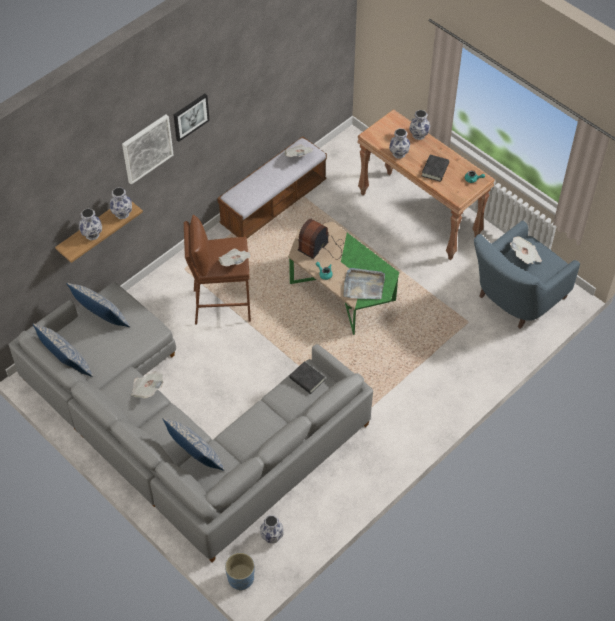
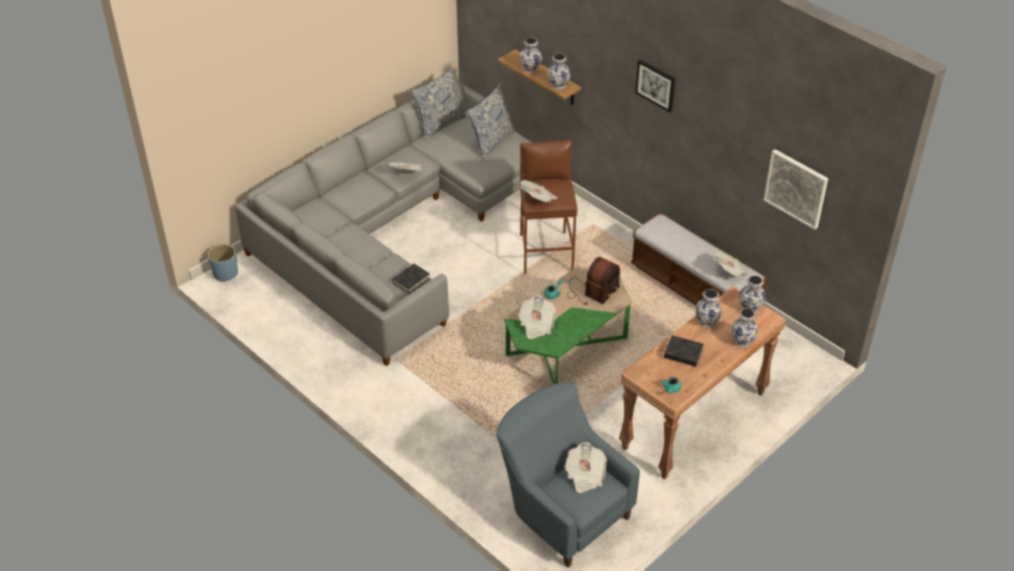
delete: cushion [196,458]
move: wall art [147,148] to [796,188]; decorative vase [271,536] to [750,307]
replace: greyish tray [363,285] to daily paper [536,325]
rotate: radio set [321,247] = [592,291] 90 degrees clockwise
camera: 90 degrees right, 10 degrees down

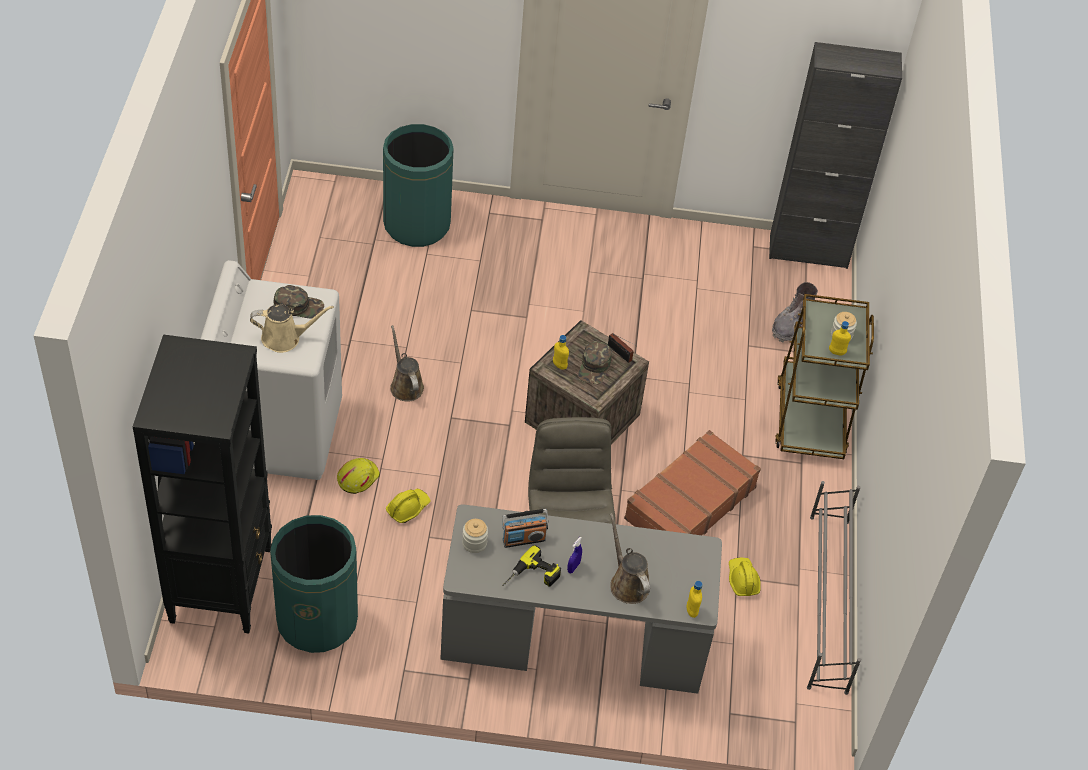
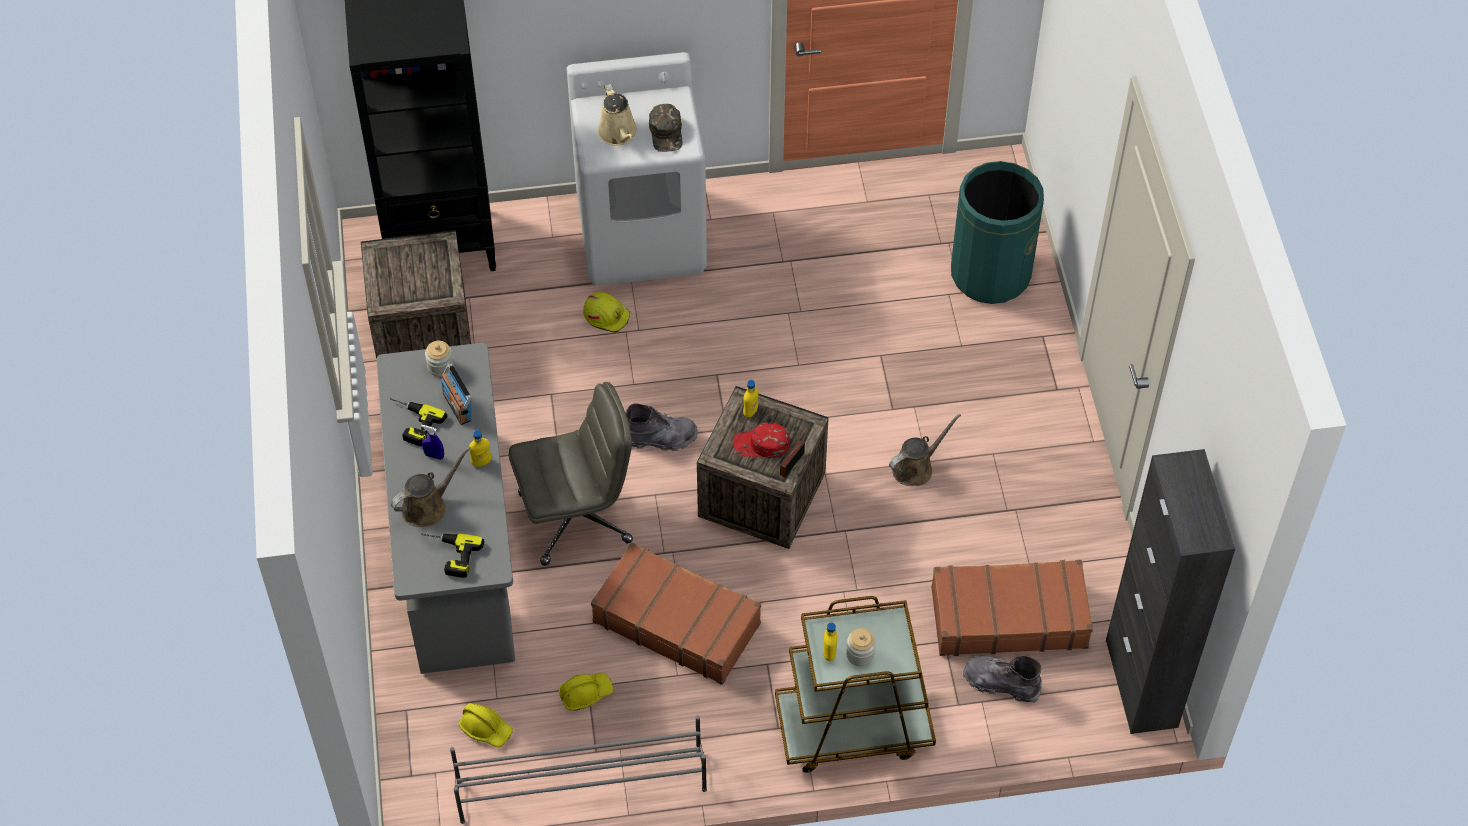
insert: drill [448,555]; greyish high-top boot [660,438]; brown-coloured piece of luggage [1008,616]
move: yellow work helmet [408,508] to [486,728]; brown-coloured sprinkling can [405,385] to [916,468]; yellow bottle [692,611] to [481,462]
replace: green trash can [317,620] to shipping crate [422,330]
recolor: green baseball cap [594,367] to red baseball cap [761,444]
camera: 80 degrees right, 5 degrees up

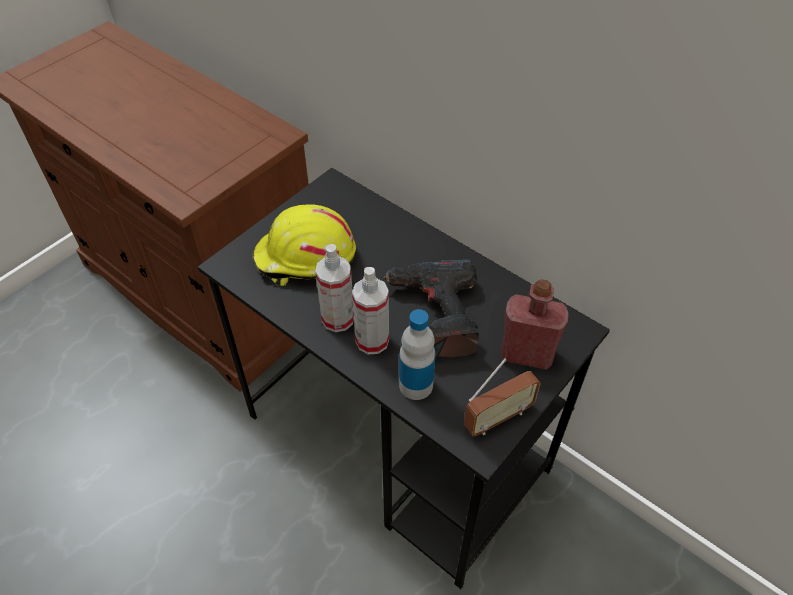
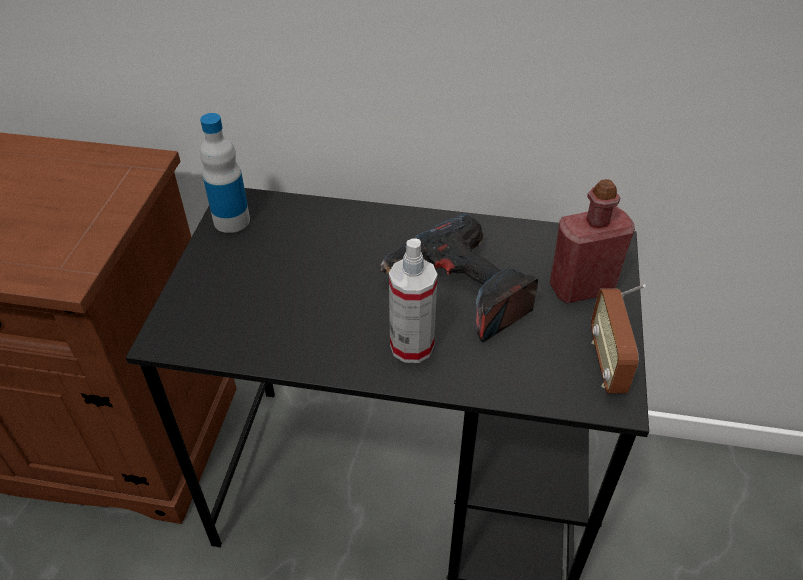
delete: yellow work helmet [305,258]; spray bottle [338,319]
move: bottle [416,385] to [231,220]
rotate: radio set [498,418] = [607,363] 150 degrees clockwise
camera: 30 degrees left, 5 degrees down

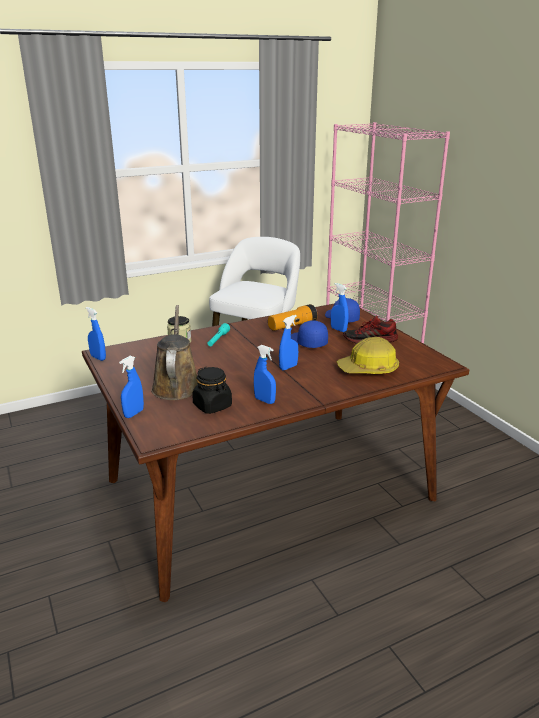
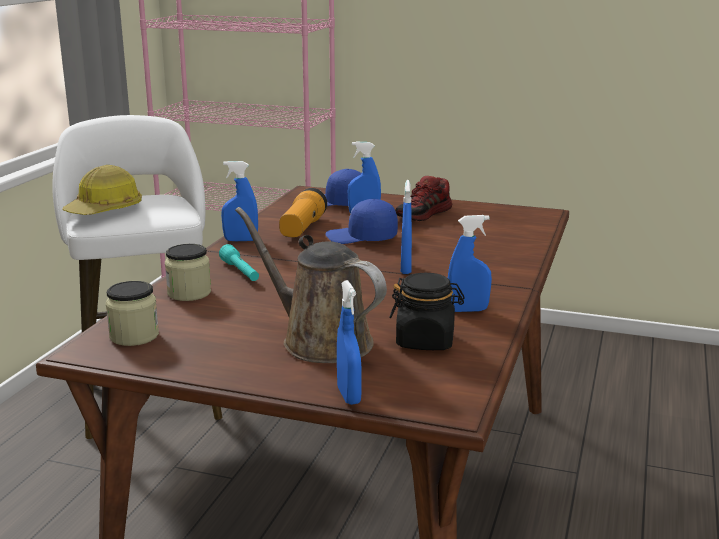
insert: preserve jar [134,336]
move: blue spray bottle [98,358] to [240,240]; work helmet [368,369] to [105,210]
camera: 45 degrees left, 5 degrees down

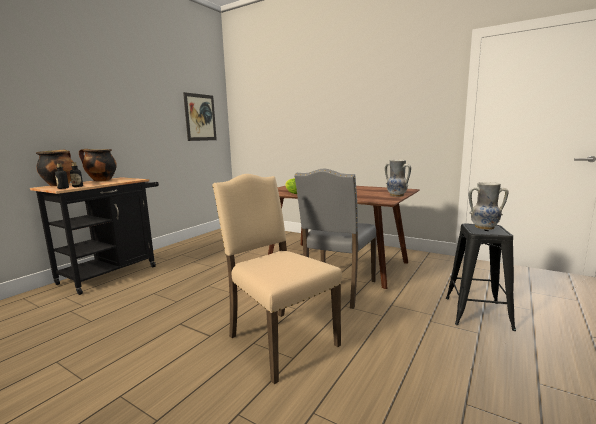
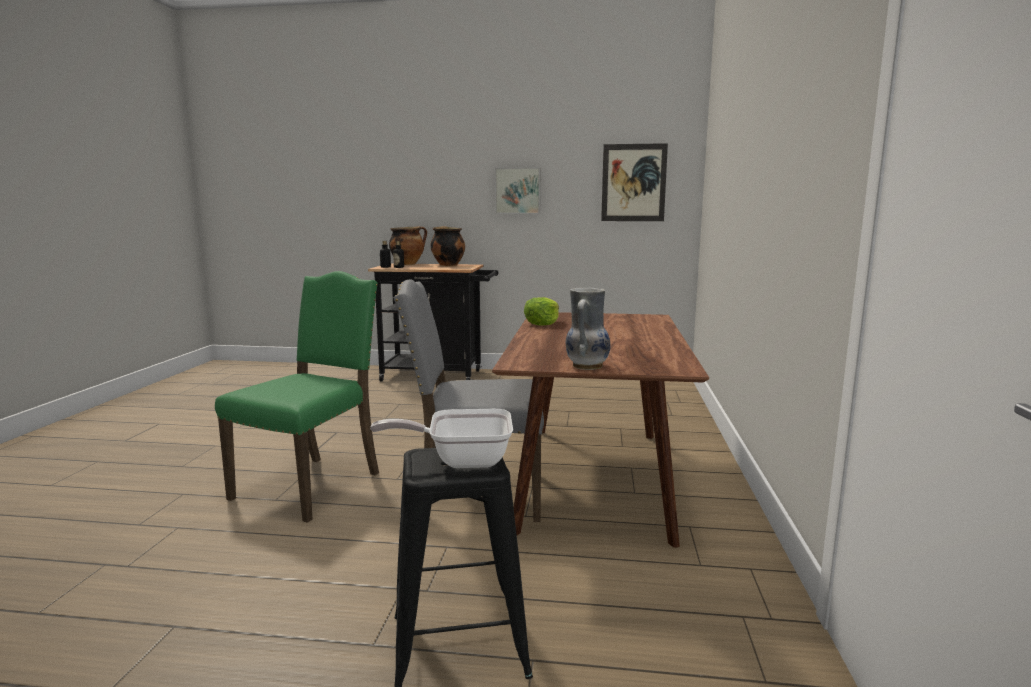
insert: wall art [518,191]
replace: decorative vase [484,228] to skillet [461,460]
recolor: beige chair [279,340] to green chair [312,485]
camera: 65 degrees right, 0 degrees up

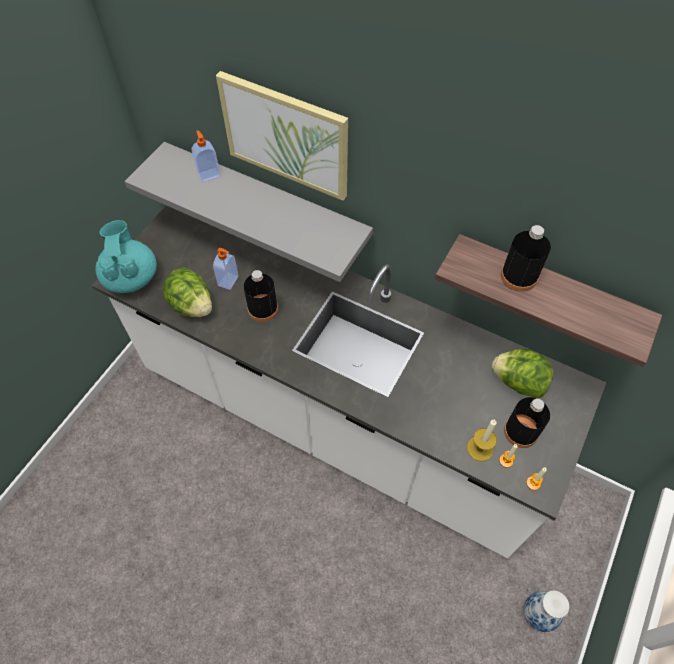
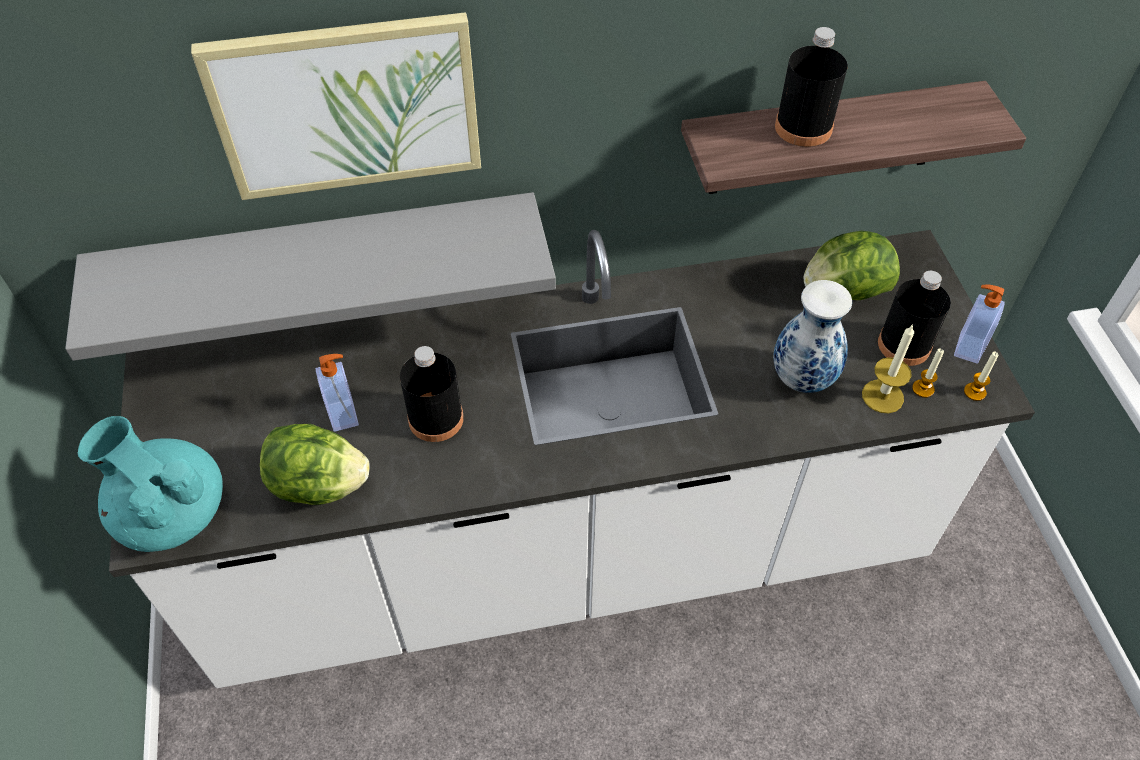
move: liquid soap bottle [208,174] to [967,347]; decorative vase [537,614] to [802,378]
camera: 40 degrees left, 5 degrees down

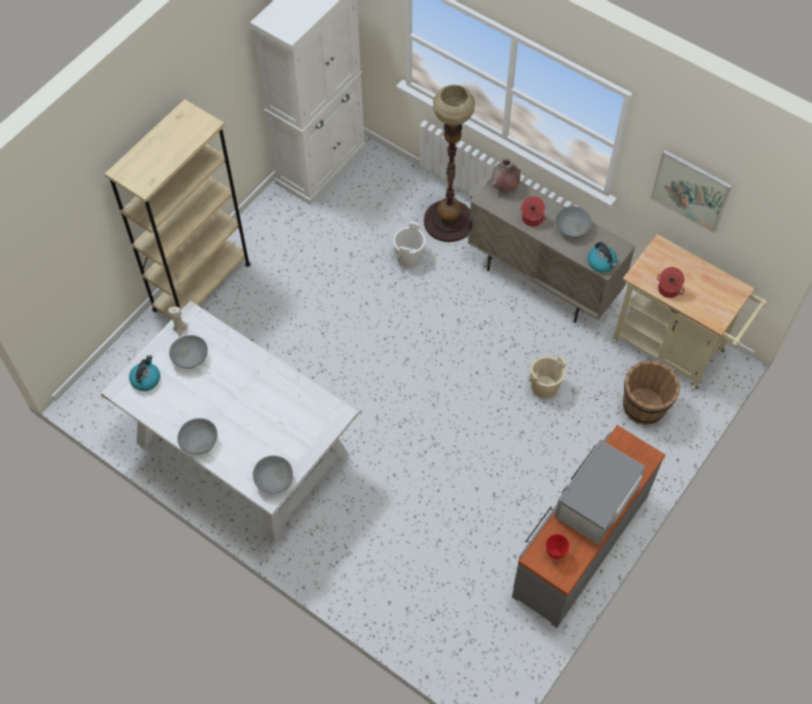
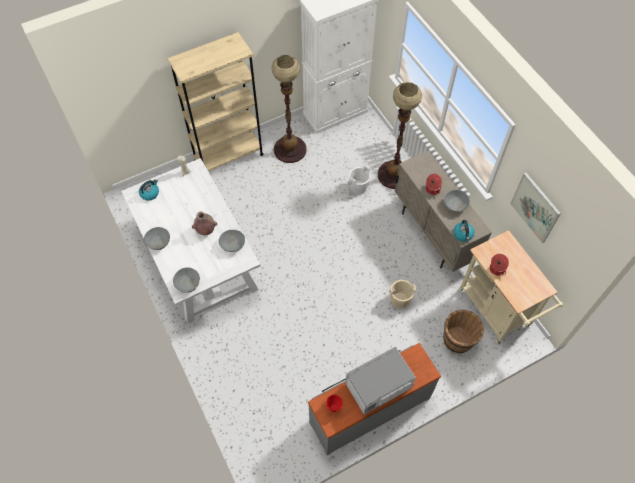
insert: standing lamp [290,149]
move: greyish serving bowl [190,358] to [232,245]; brown-coloured decorative vase [504,187] to [205,230]
camera: 25 degrees right, 0 degrees up

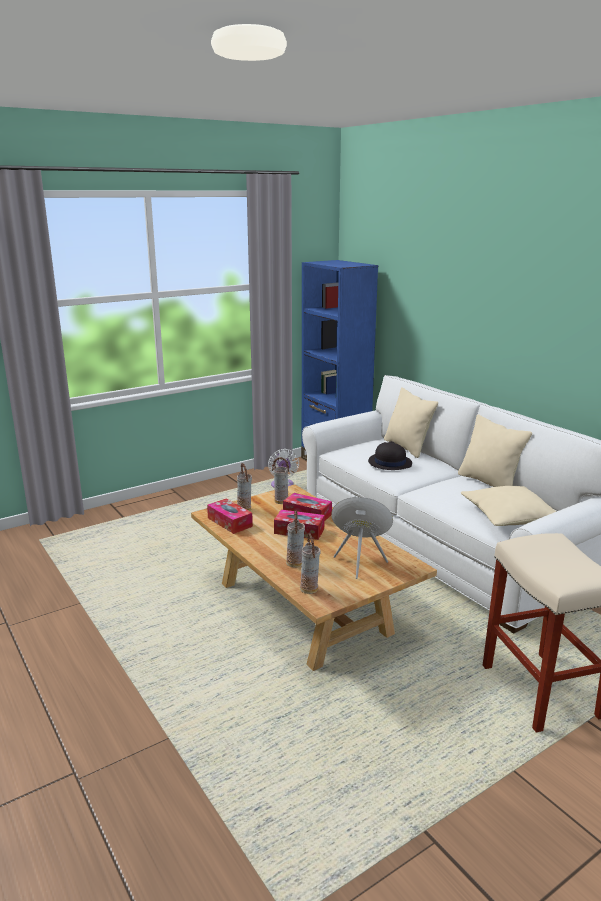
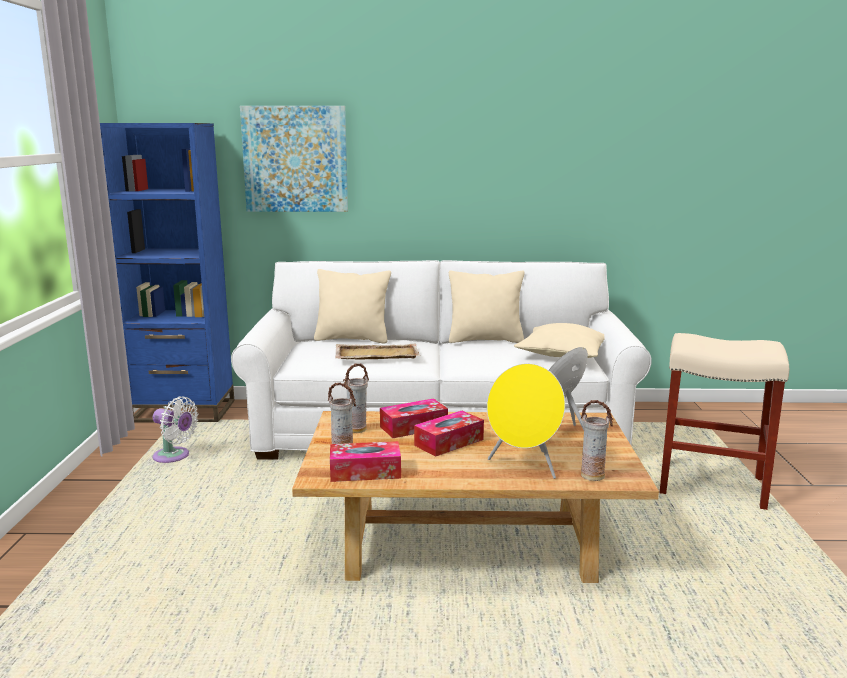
insert: wall art [295,159]
replace: decorative vase [295,563] to yellow speaker [524,466]; blackish wearable hat [389,463] to beige tray [376,354]
camera: 55 degrees left, 5 degrees down

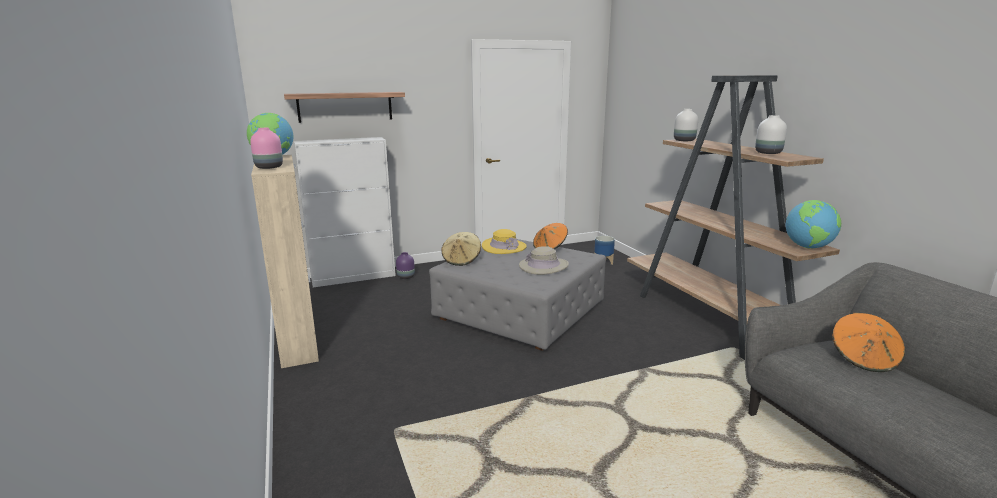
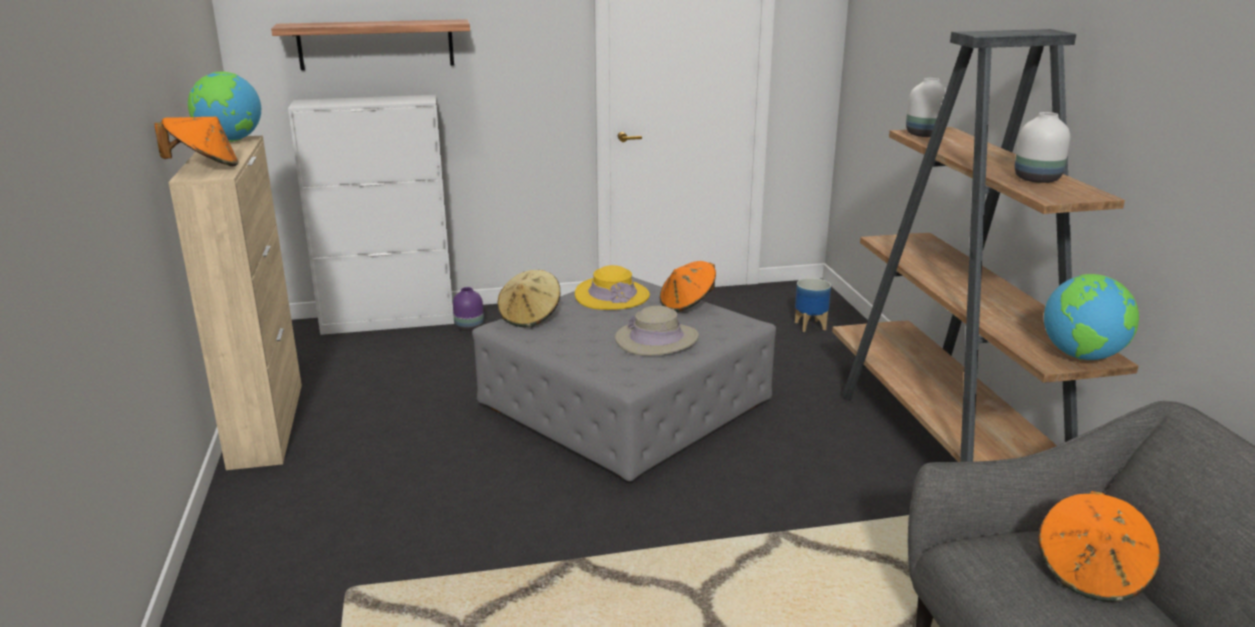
replace: pinkish decorative vase [268,167] to orangey wearable hat [204,167]
camera: 10 degrees right, 5 degrees up

